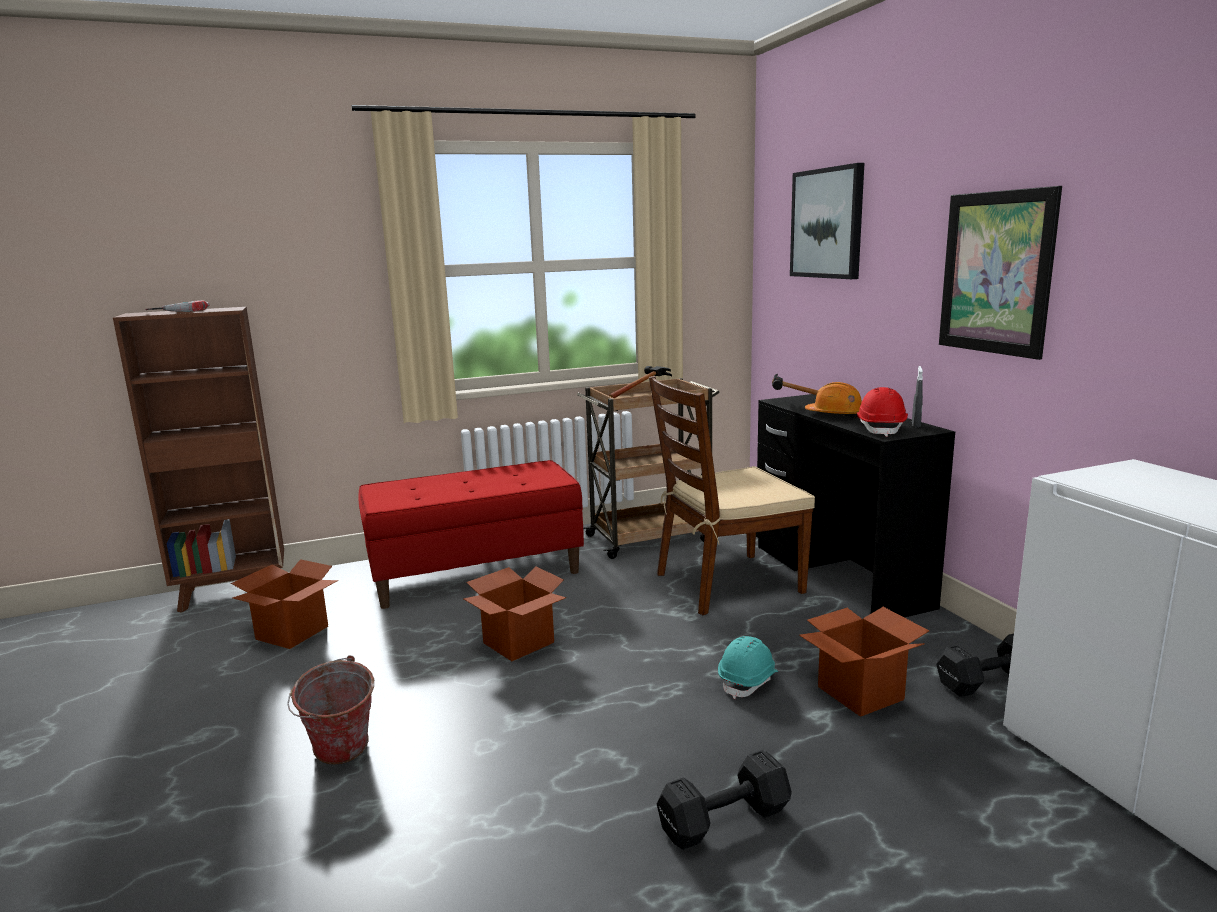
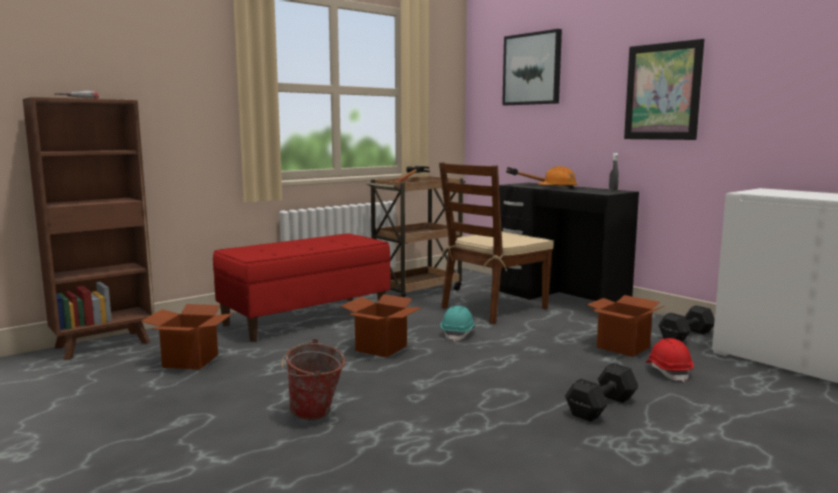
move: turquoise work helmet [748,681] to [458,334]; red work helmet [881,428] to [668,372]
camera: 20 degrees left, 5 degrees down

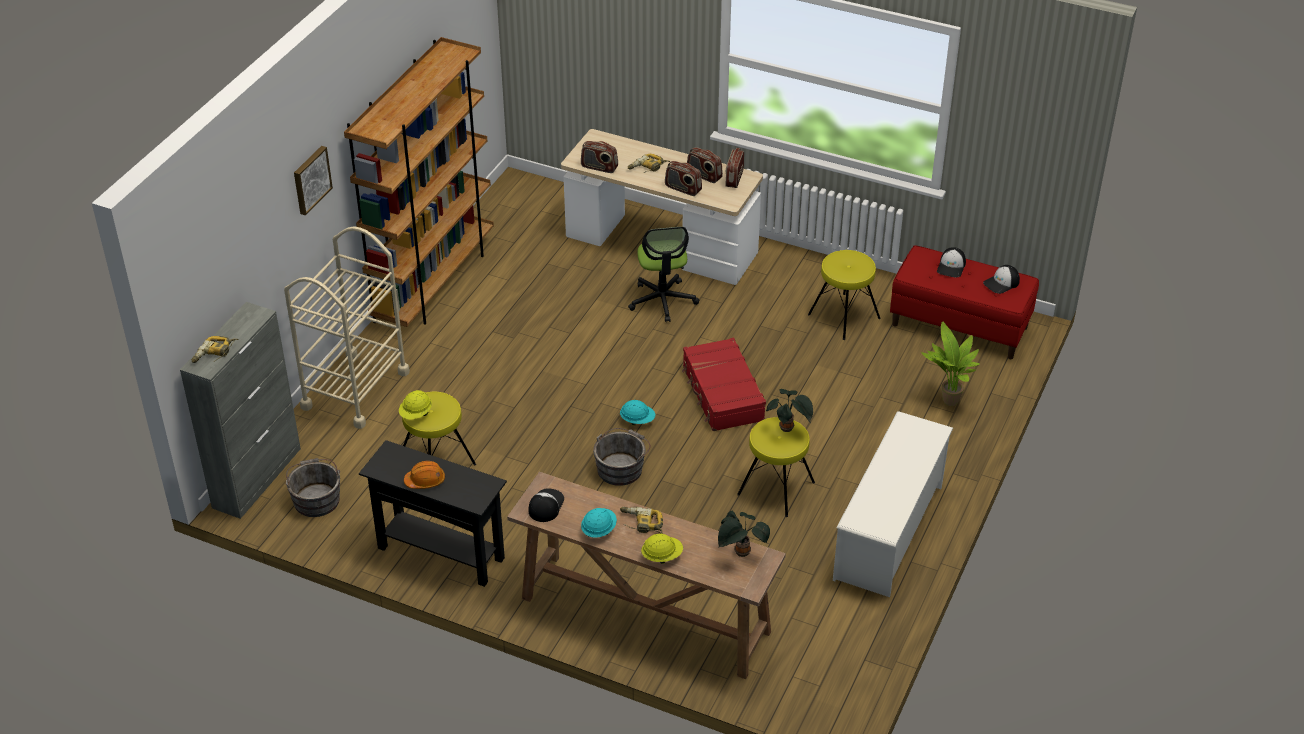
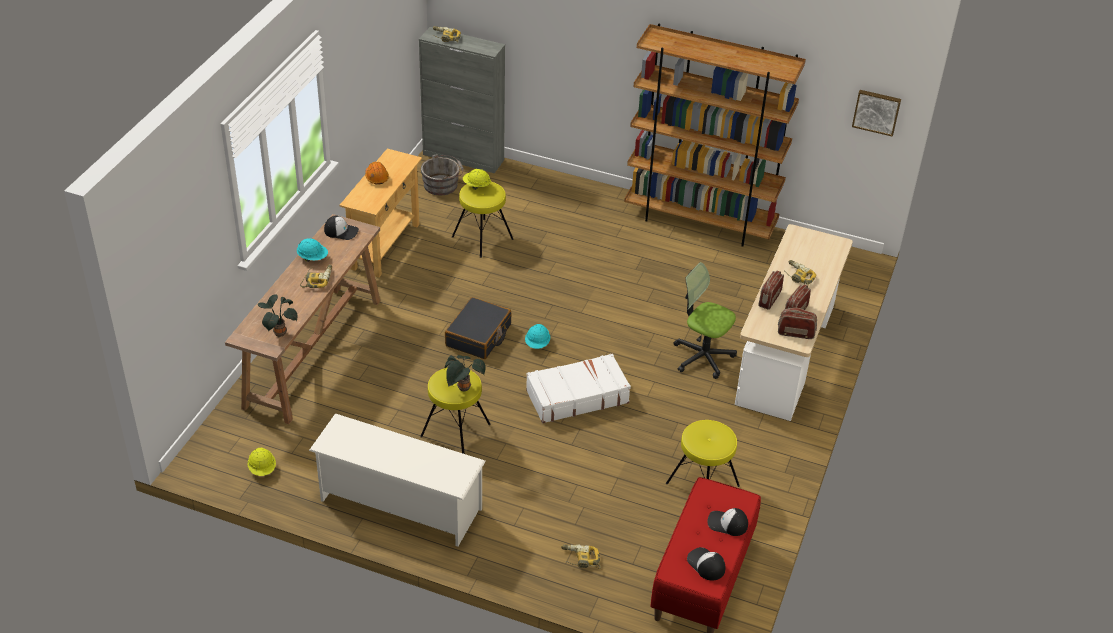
delete: beige trolley [355,389]; radio set [599,167]
move: wall art [310,179] to [876,111]; yellow work helmet [662,556] to [262,469]
replace: greyish bucket [621,468] to blackish piece of luggage [478,336]; houseplant [947,402] to drill [580,559]
recolor: blackish narrow table [441,553] to beige narrow table [385,246]; red piece of luggage [722,394] to white-coloured piece of luggage [576,396]
rotate: computer chair [662,300] = [702,356] 45 degrees clockwise
camera: 85 degrees right, 0 degrees up

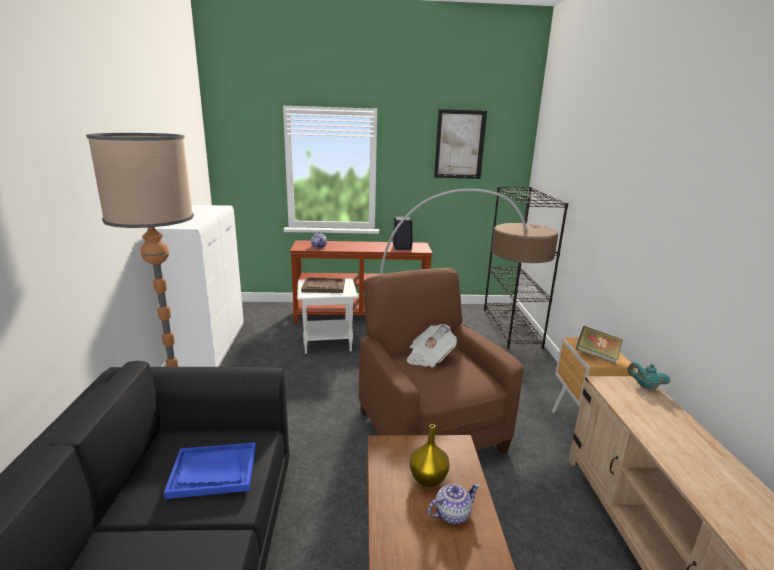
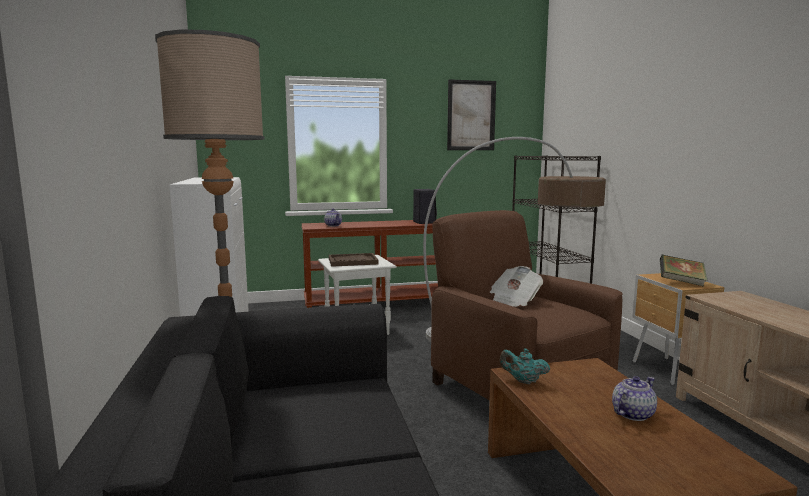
delete: blue tray [213,472]; yellow decorative vase [429,479]
move: turquoise pot for tea [645,386] to [523,381]
camera: 10 degrees left, 10 degrees down

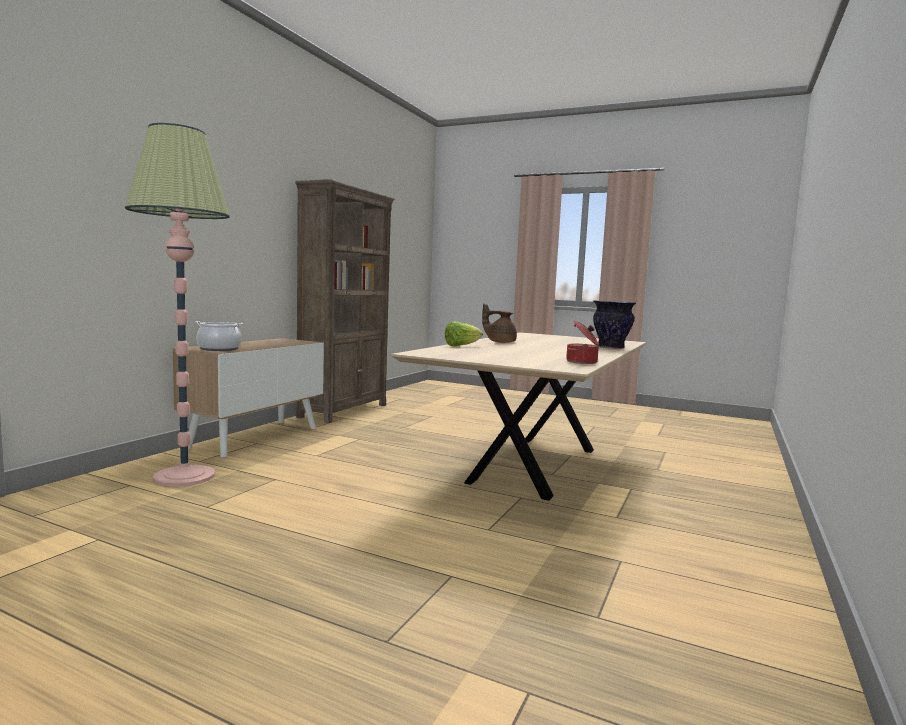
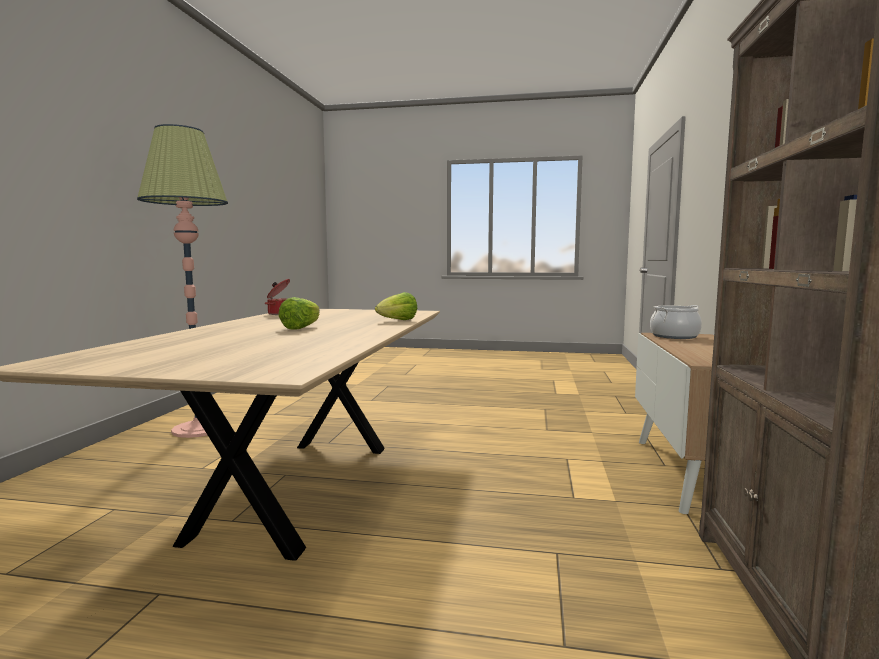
delete: brown-coloured pot for tea [500,342]; decorative vase [611,348]
insert: lettuce head [301,328]
move: standing lamp [184,476] to [198,429]
camera: 165 degrees right, 0 degrees up

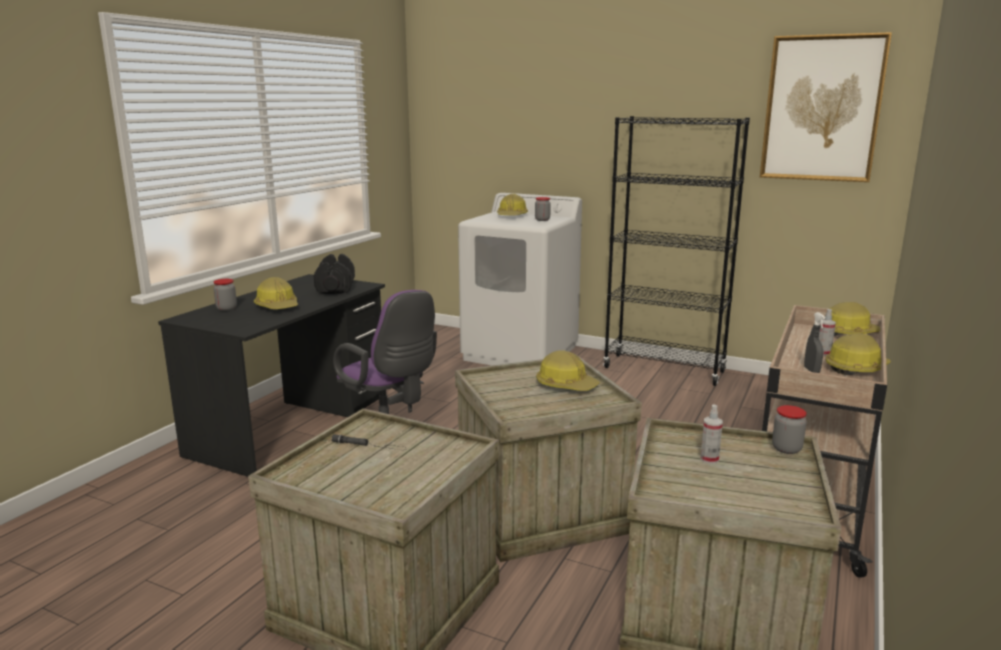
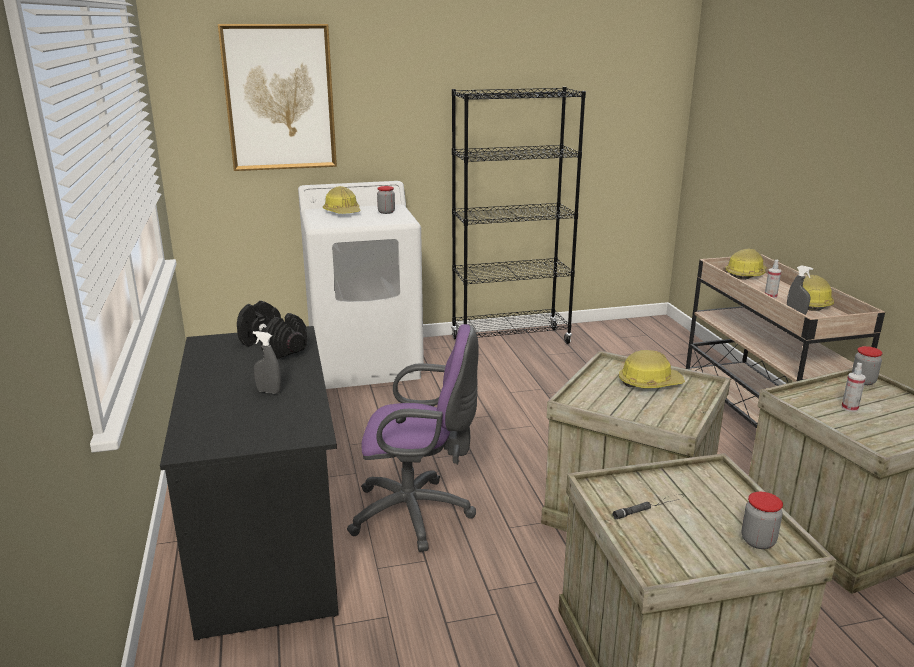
move: preserve jar [226,308] to [758,541]; wall art [822,109] to [279,98]
replace: work helmet [278,307] to greyish spray bottle [269,391]
camera: 40 degrees left, 5 degrees up

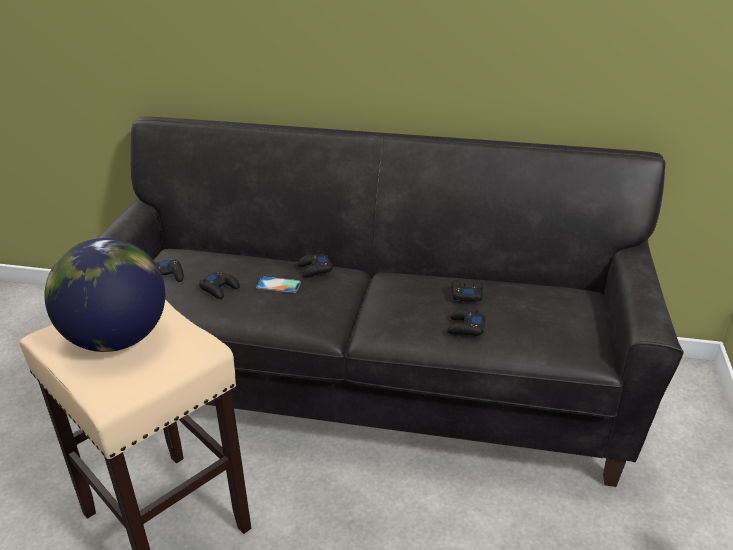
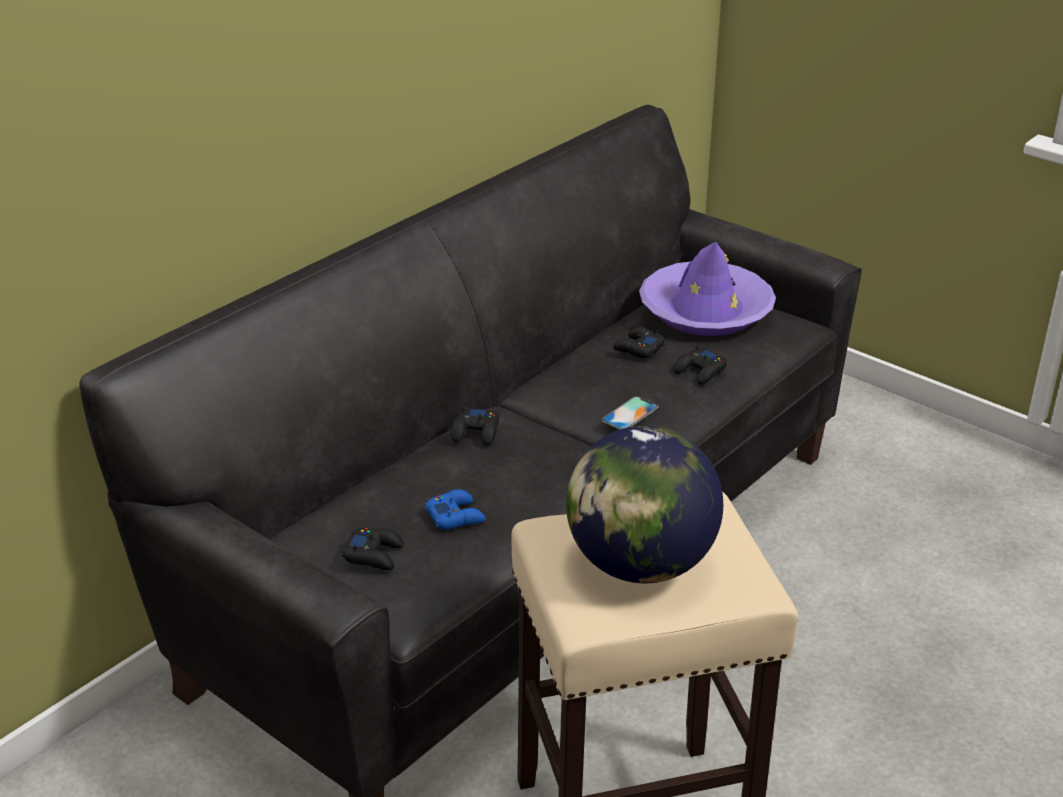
insert: purple wearable hat [705,311]
move: telephone [278,285] to [630,414]
recolor: blackish gamepad [220,288] to blue gamepad [455,516]
camera: 60 degrees left, 0 degrees up

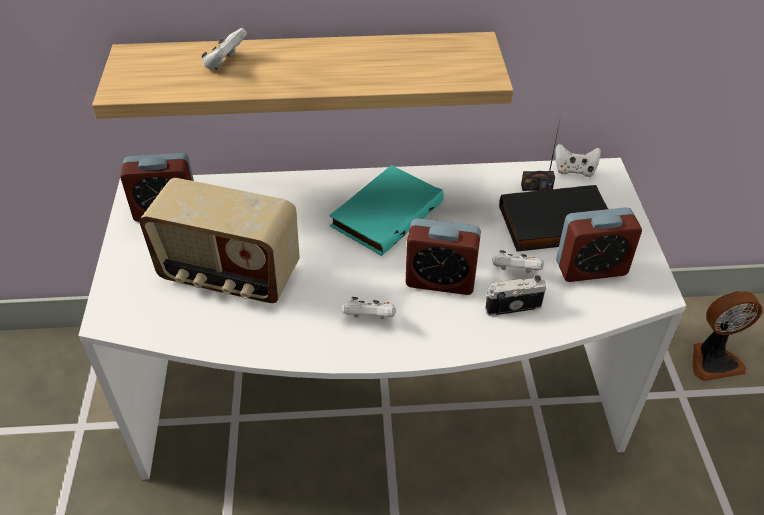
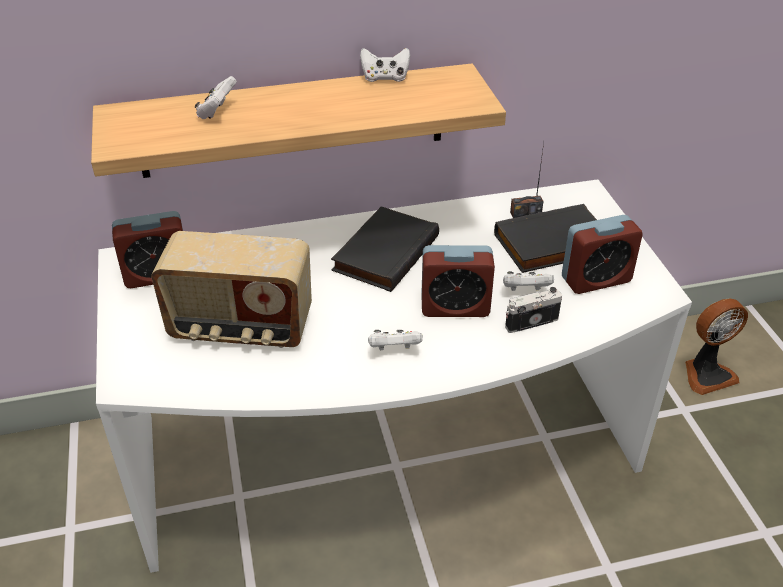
move: white-coloured gamepad [574,170] to [385,78]
recolor: turquoise volume [385,213] to blackish volume [384,252]
camera: 10 degrees left, 5 degrees down

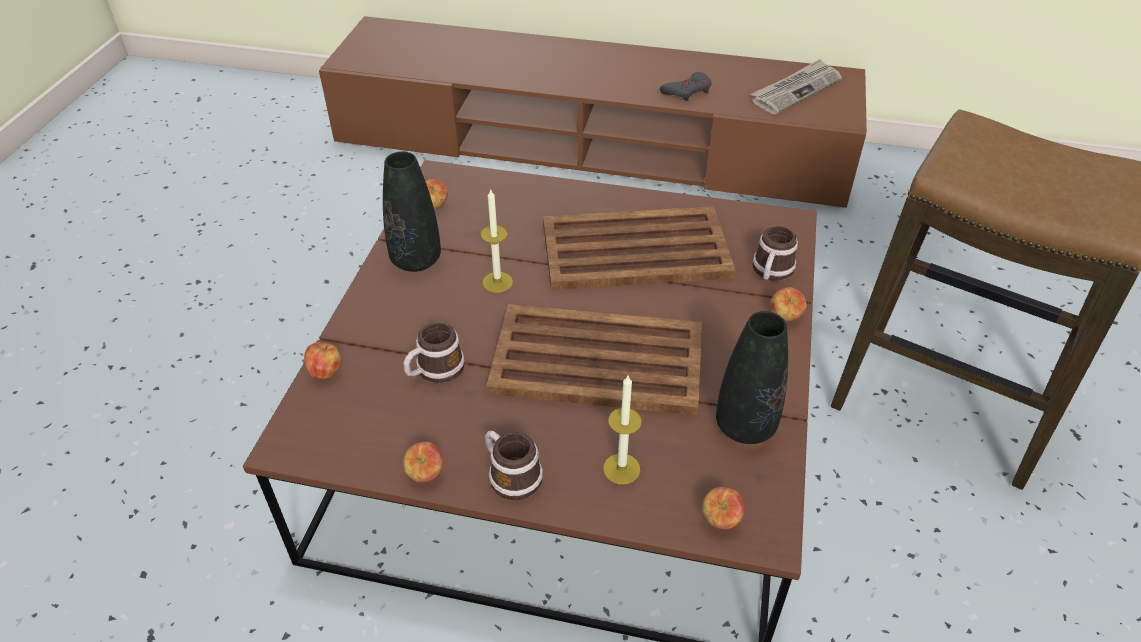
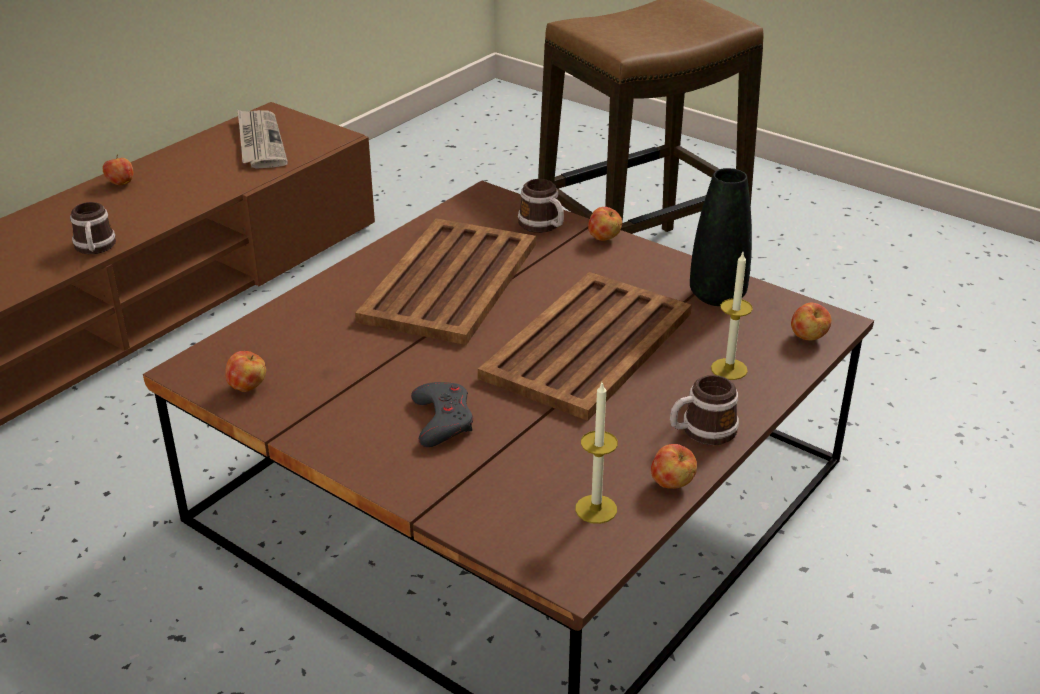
delete: blackish decorative vase [416,260]
move: whole apple [325,372] to [120,183]; coffee mug [434,370] to [95,248]; candle [497,282] to [596,509]; greyish gamepad [687,91] to [442,420]
camera: 65 degrees left, 10 degrees down

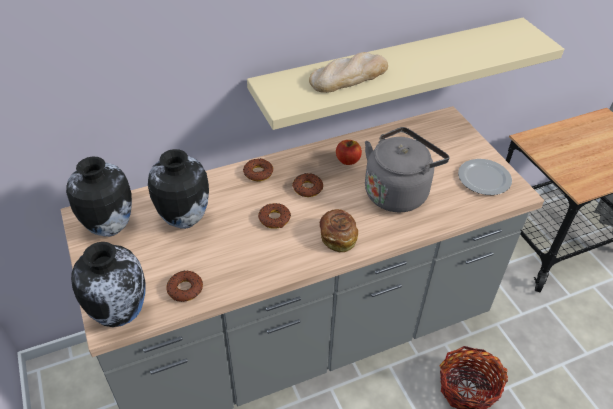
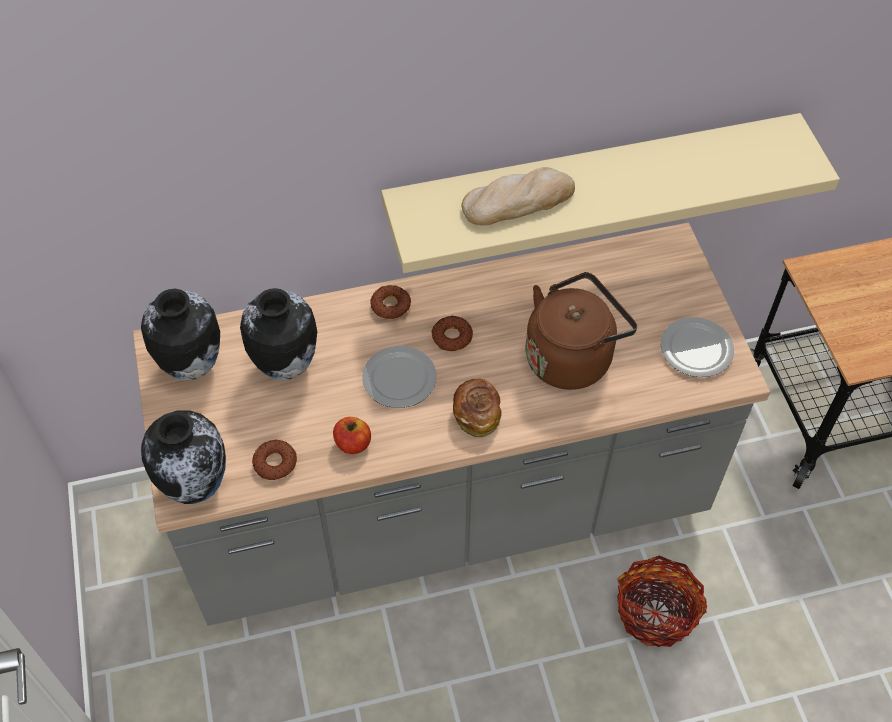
move: whole apple [347,160] to [353,444]
replace: doughnut [274,219] to plate [400,378]
recolor: greyish kettle [398,192] to brown-coloured kettle [572,356]
camera: 10 degrees right, 10 degrees up

